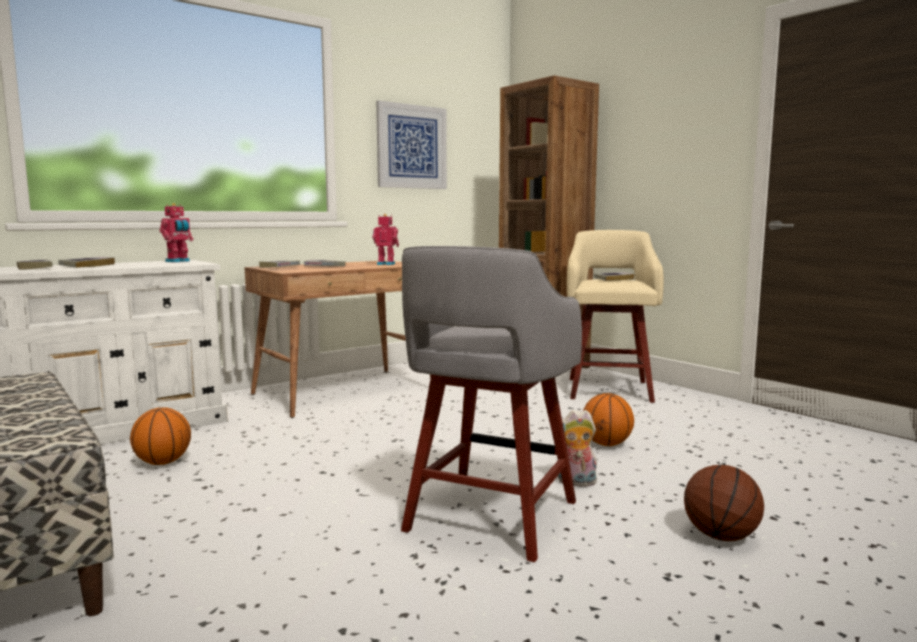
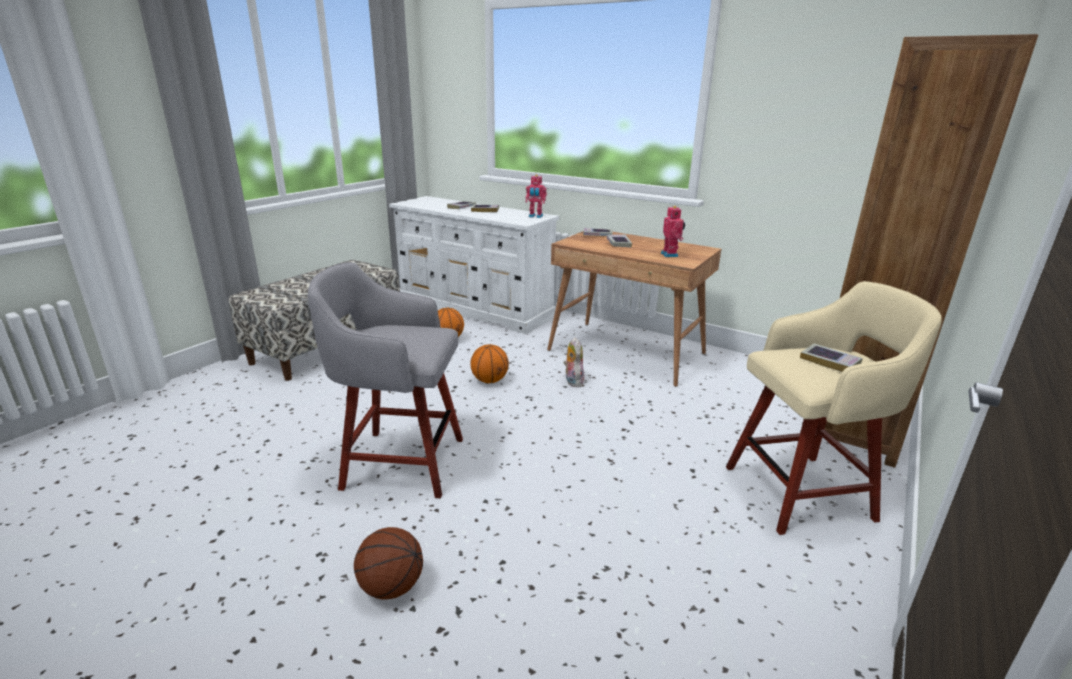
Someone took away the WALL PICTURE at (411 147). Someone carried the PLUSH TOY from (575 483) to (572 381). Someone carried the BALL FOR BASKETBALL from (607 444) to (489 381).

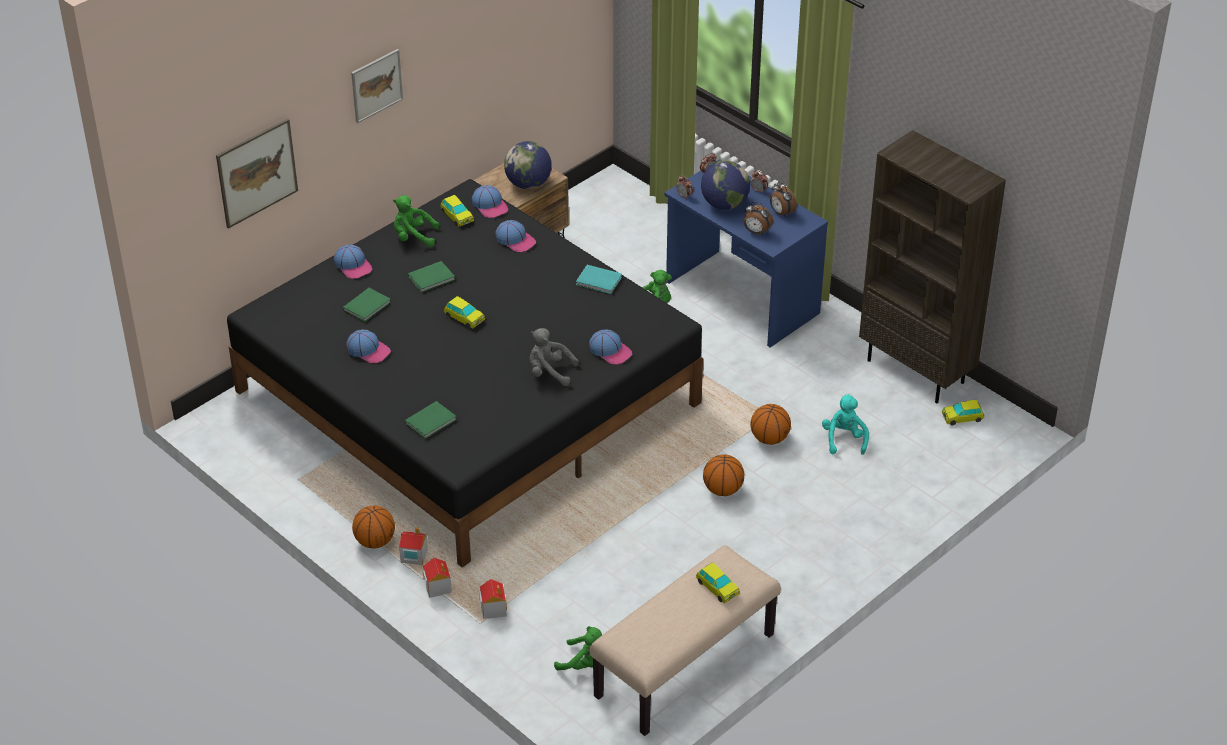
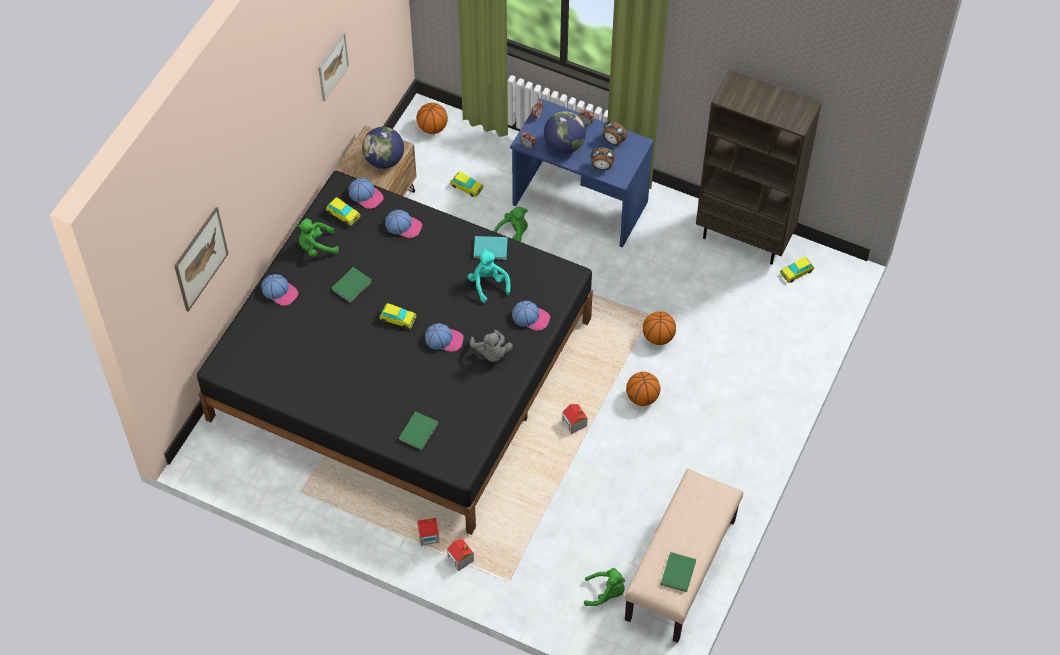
Someone carried the GREEN-COLOURED BOOK from (368 306) to (679 572). Someone carried the BASEBALL CAP from (368 350) to (444 339). Someone carried the WALL PICTURE from (376 85) to (332 66). Someone carried the BALL FOR BASKETBALL from (375 541) to (432 128). Someone carried the MODEL HOUSE from (493 608) to (574 423). Someone rotated the GREYISH PLUSH TOY at (549 372) by 105 degrees counterclockwise. Someone carried the MODEL CAR from (717 588) to (467 187). Someone carried the BLUE-GREEN PLUSH TOY from (844 439) to (488 284).

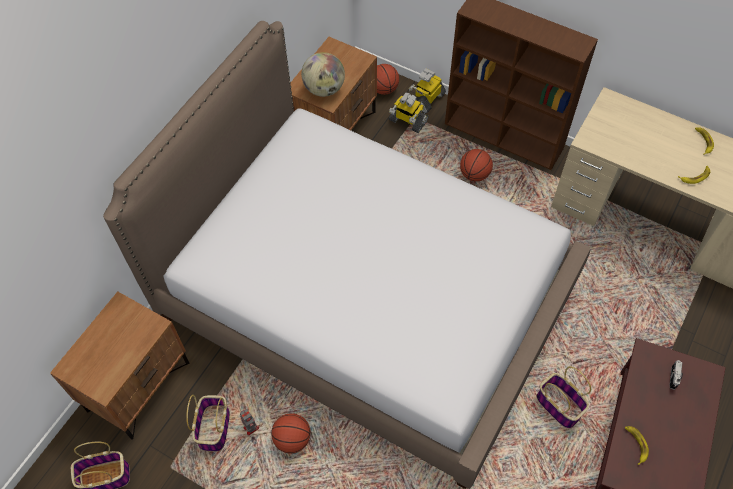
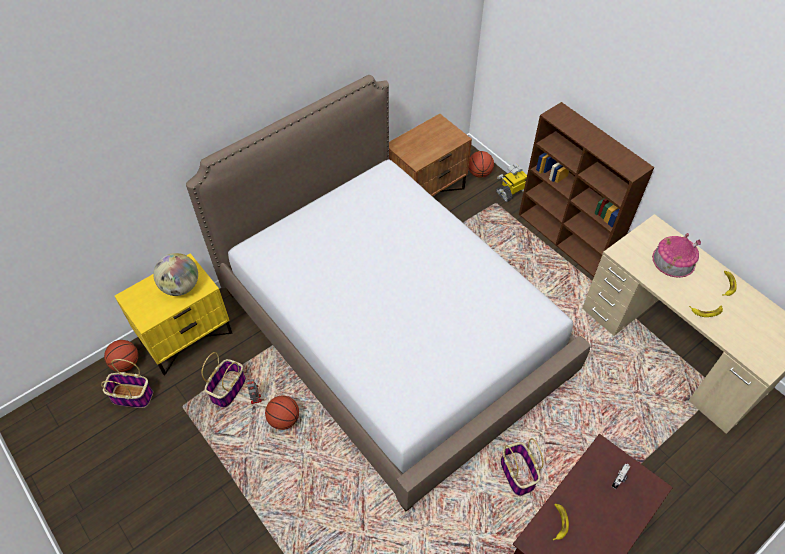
Someone repainted the BROWN NIGHTSTAND at (138 385), which became the YELLOWISH NIGHTSTAND at (187 337). Someone carried the WORLD GLOBE from (324 89) to (181 287). Someone took away the TOY ROBOT at (407 121). Someone carried the BALL FOR BASKETBALL from (474 174) to (126 363). Someone put down the MODEL HOUSE at (673 260).

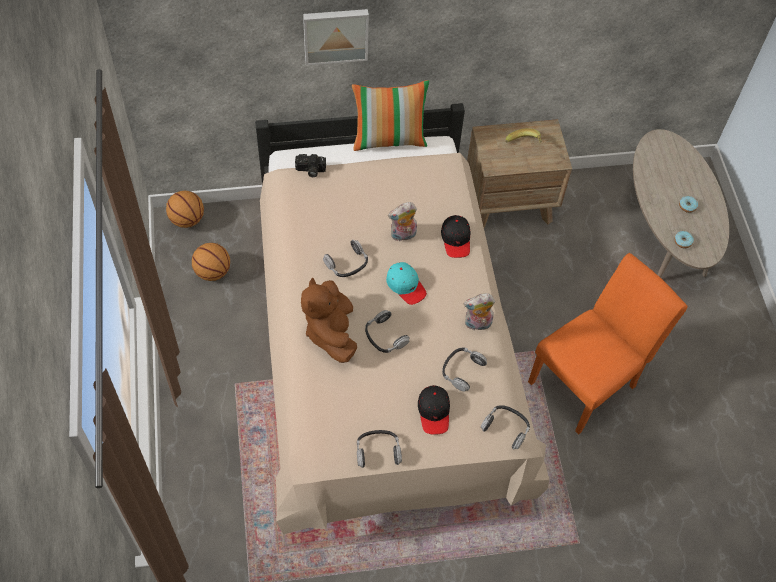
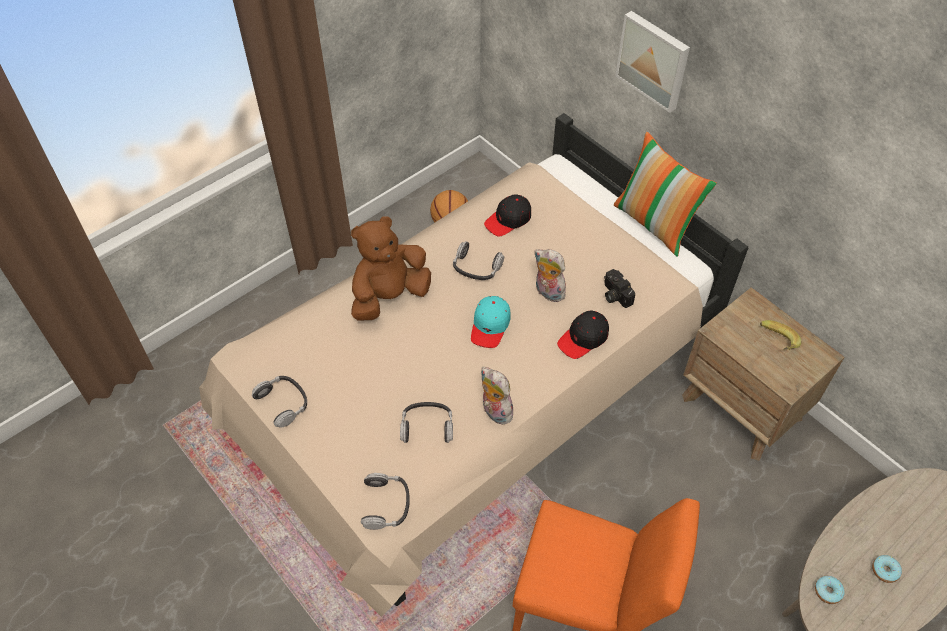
Someone took away the BALL FOR BASKETBALL at (187 219). Someone carried the STILL CAMERA from (310 170) to (614 295). Someone took away the PAIR OF HEADPHONES at (385 336). Someone carried the BLACK-COLOURED BASEBALL CAP from (434 412) to (508 220).

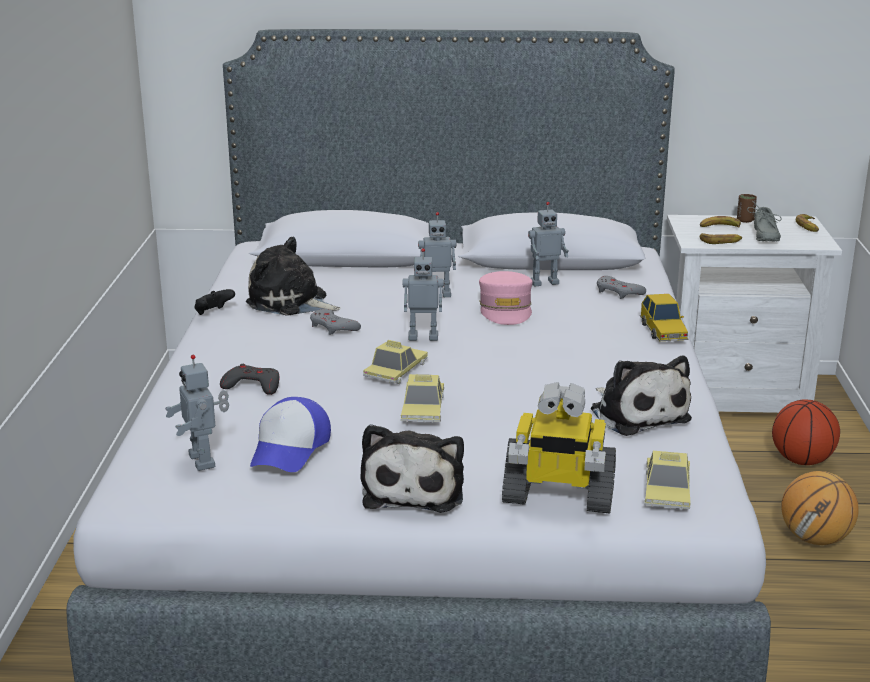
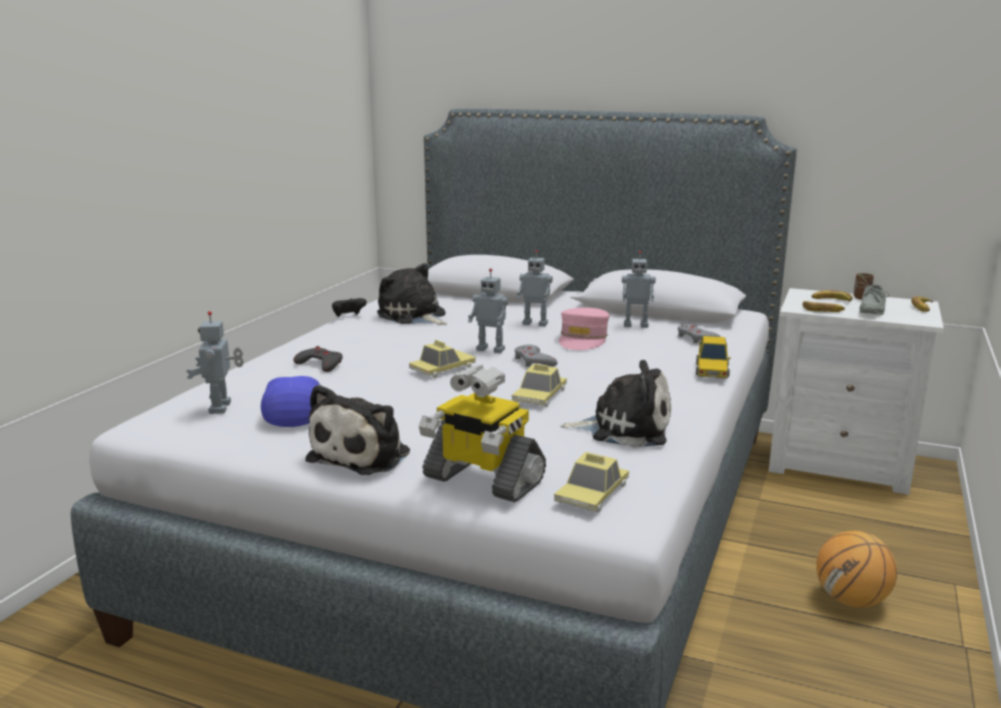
Someone rotated the BASEBALL CAP at (290 449) by 135 degrees clockwise. Someone carried the GREYISH GAME CONTROLLER from (333 327) to (534 361). Someone carried the MODEL CAR from (422 408) to (539 396). Someone rotated the PLUSH TOY at (637 413) by 75 degrees counterclockwise. Someone took away the BALL FOR BASKETBALL at (801 461).

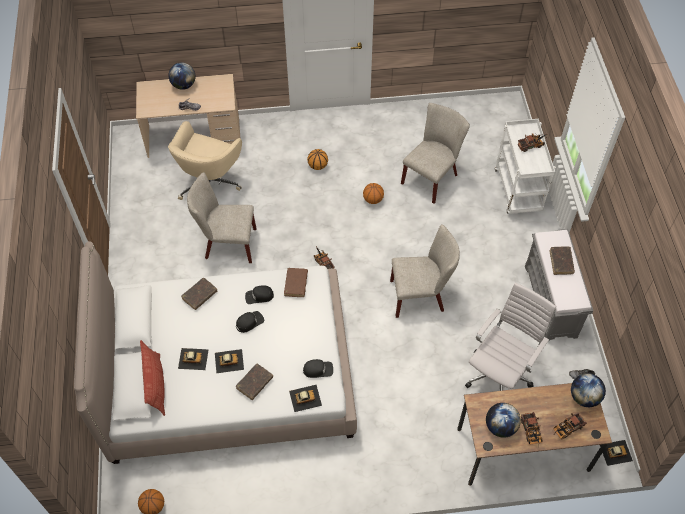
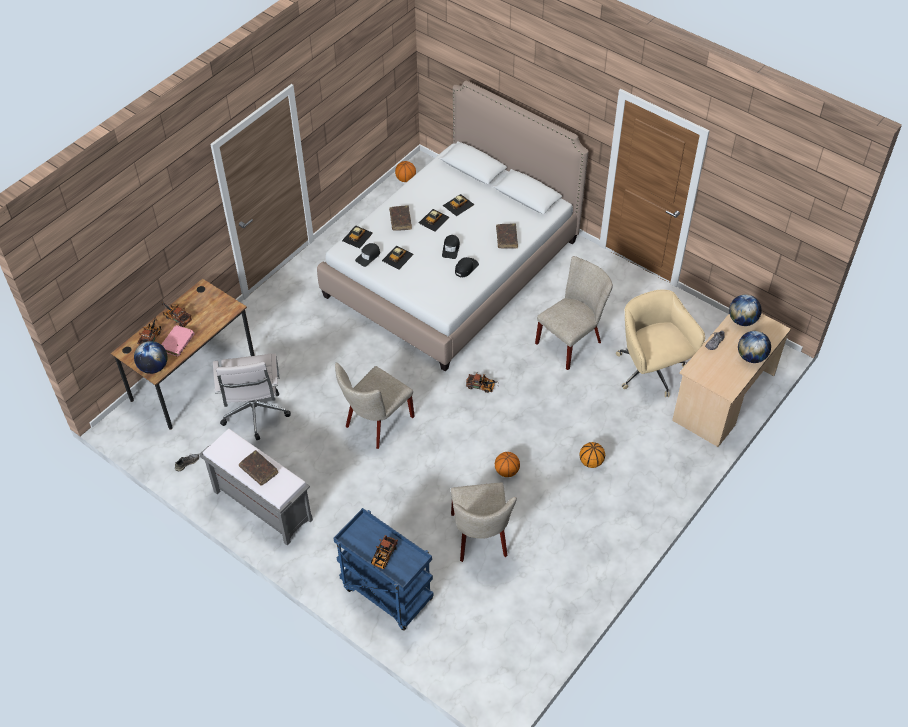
Someone took away the PILLOW at (156 385). Someone took away the BROWN BOOK at (296 284). Someone carried the WORLD GLOBE from (500 426) to (742 320). Someone repainted the WHITE-COLOURED CART at (518 191), which became the BLUE CART at (385 593). Someone carried the MODEL CAR from (615 452) to (398 257). Someone put down the PINK BOOK at (177 343).

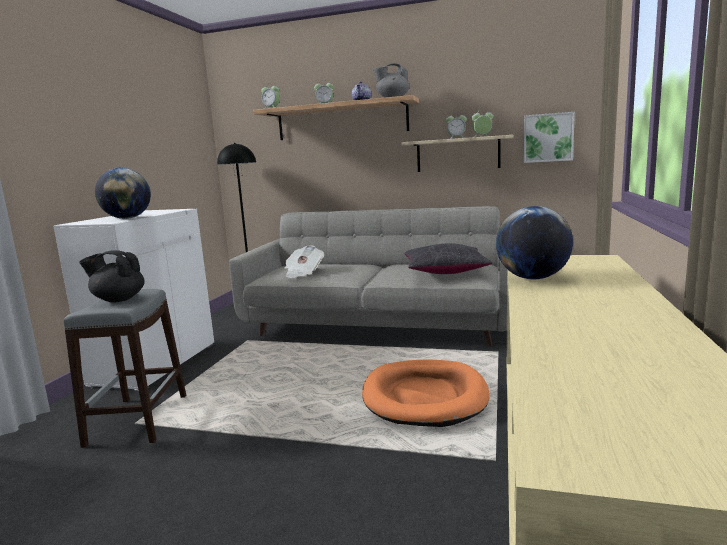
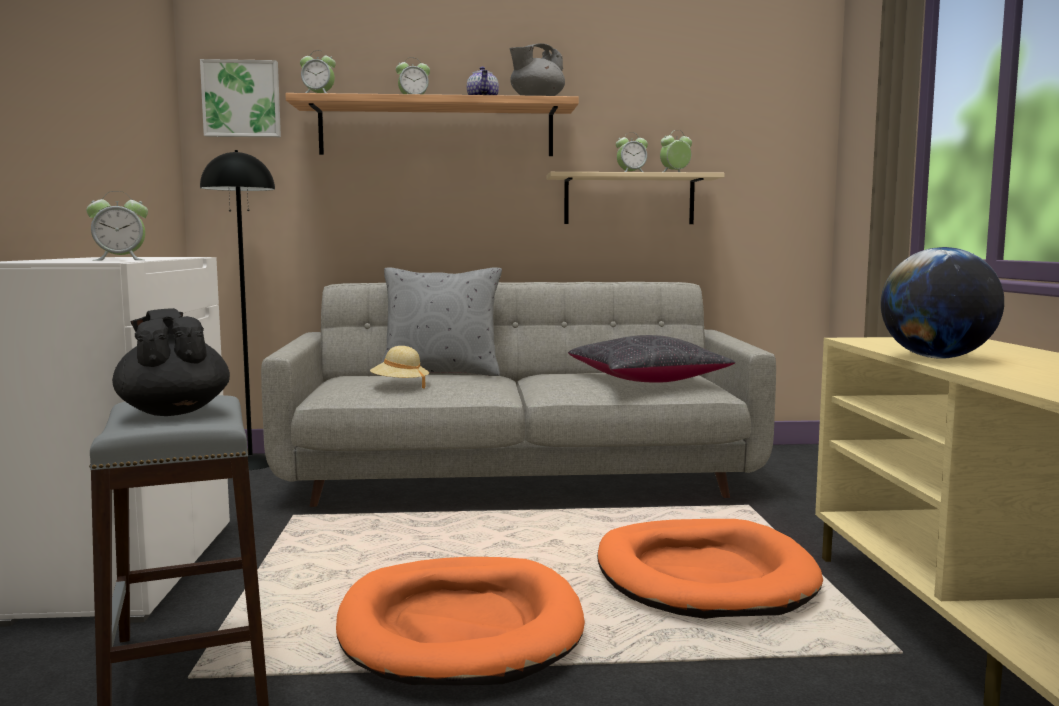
Someone rotated the BLACK-COLOURED TEA POT at (118 299) by 75 degrees clockwise. Someone swapped the WORLD GLOBE at (127 218) for the ALARM CLOCK at (120 260). Someone swapped the NEWSPAPER at (303 273) for the BEIGE-COLOURED CLOTHING HAT at (400 386). Someone carried the WALL PICTURE from (548 138) to (242 99). Someone put down the ORANGE-COLOURED DOG BED at (460 628). Someone put down the GREYISH PILLOW at (441 372).

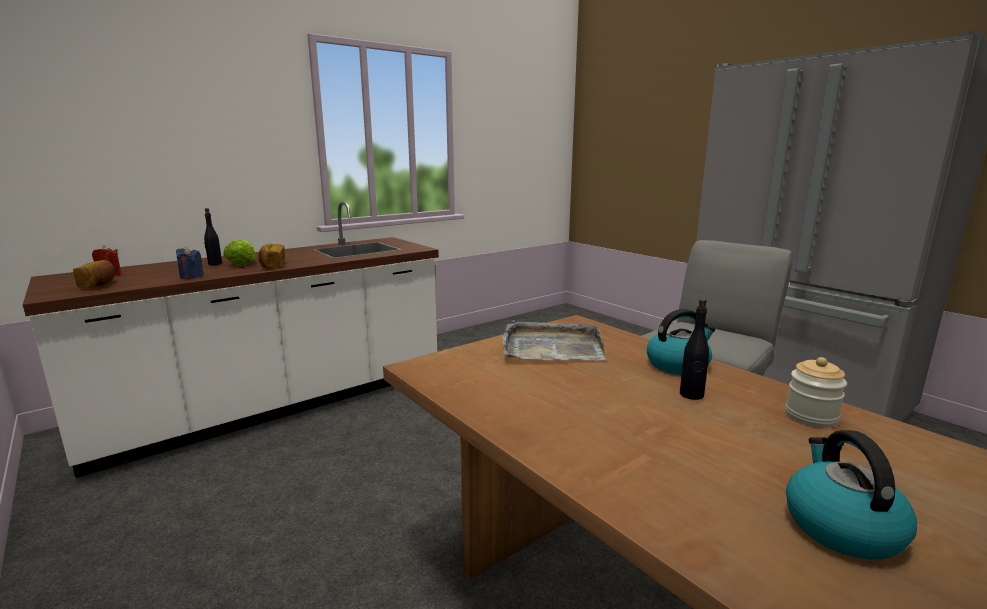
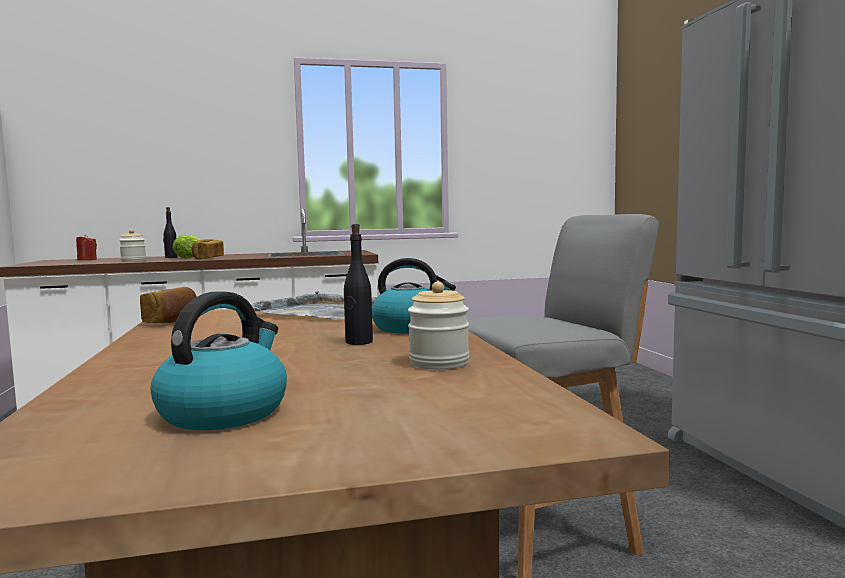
Someone carried the BAKERY BREAD from (99 285) to (172 321). Someone swapped the BLUE CANDLE at (191 276) for the PRESERVE JAR at (133 261).

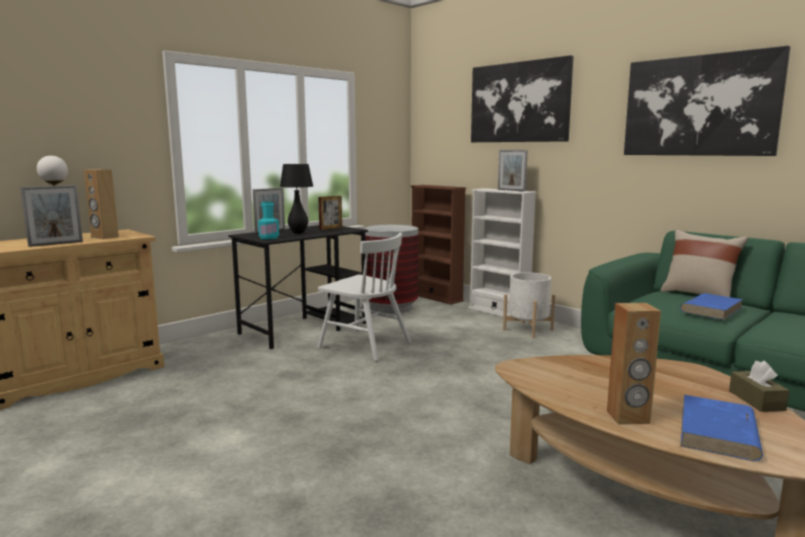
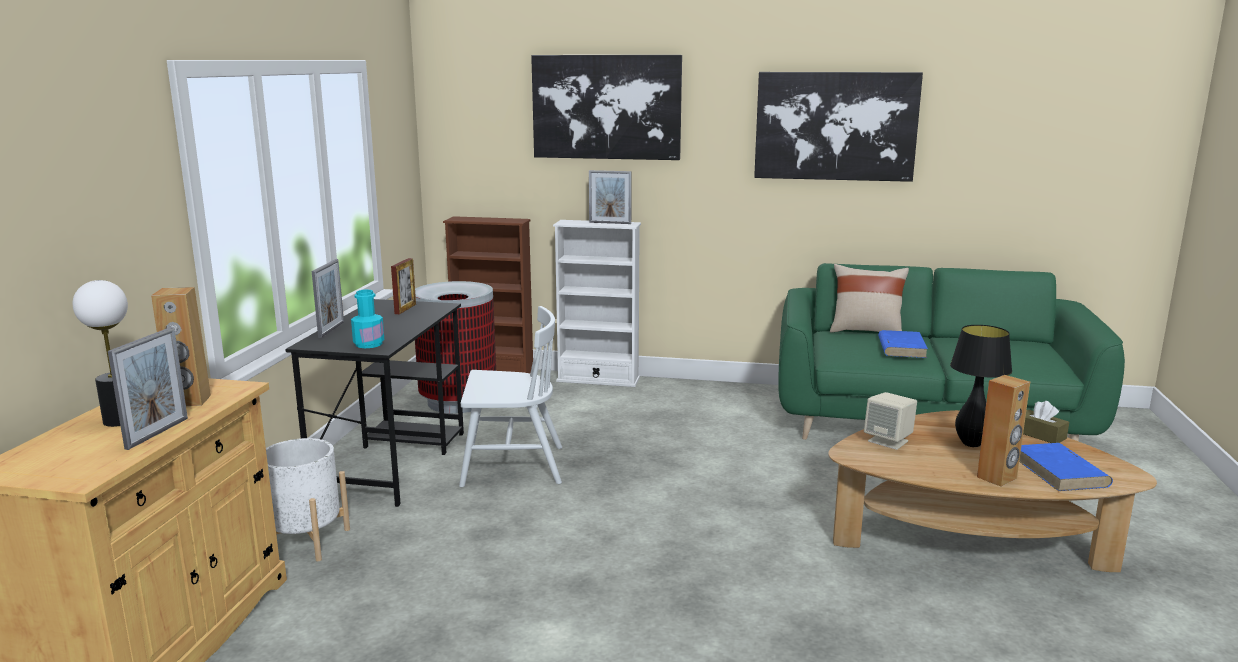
Someone carried the BLACK-COLOURED LAMP FOR A TABLE from (298 233) to (971 444). Someone carried the WHITE-COLOURED FLOWER POT from (528 330) to (305 541). Someone put down the BEIGE-COLOURED AUDIO SPEAKER at (888 441).

